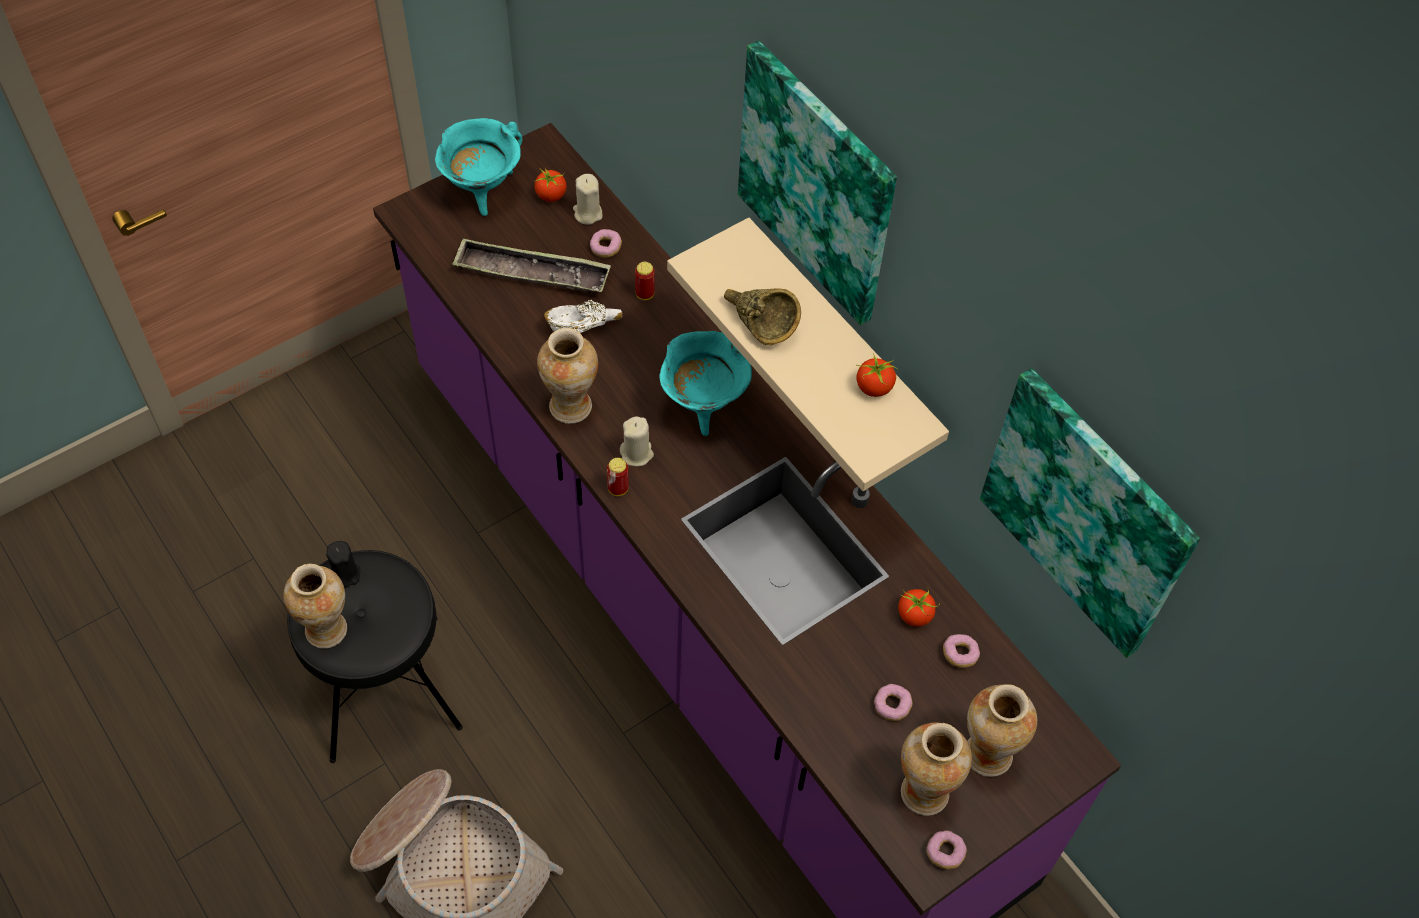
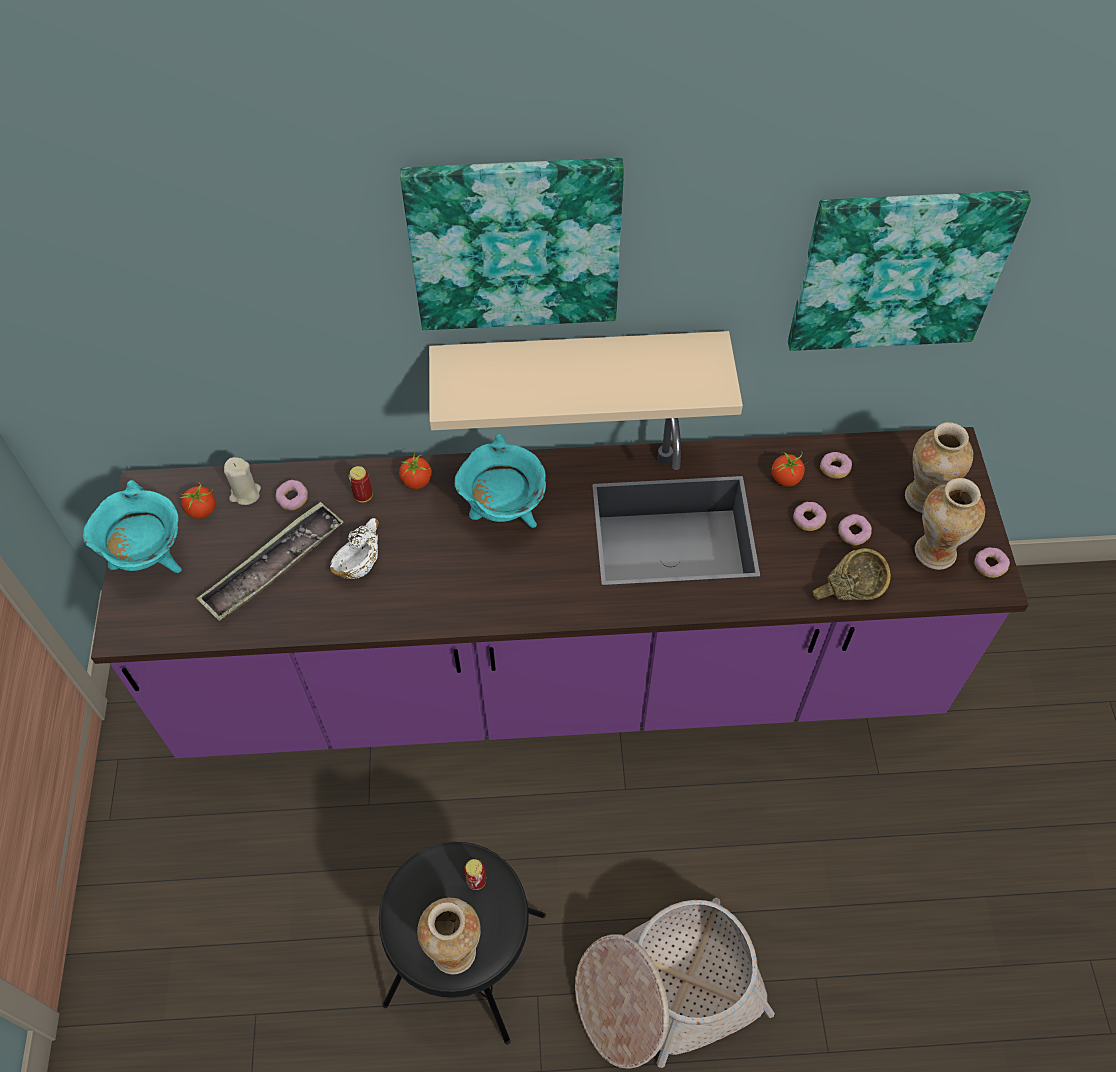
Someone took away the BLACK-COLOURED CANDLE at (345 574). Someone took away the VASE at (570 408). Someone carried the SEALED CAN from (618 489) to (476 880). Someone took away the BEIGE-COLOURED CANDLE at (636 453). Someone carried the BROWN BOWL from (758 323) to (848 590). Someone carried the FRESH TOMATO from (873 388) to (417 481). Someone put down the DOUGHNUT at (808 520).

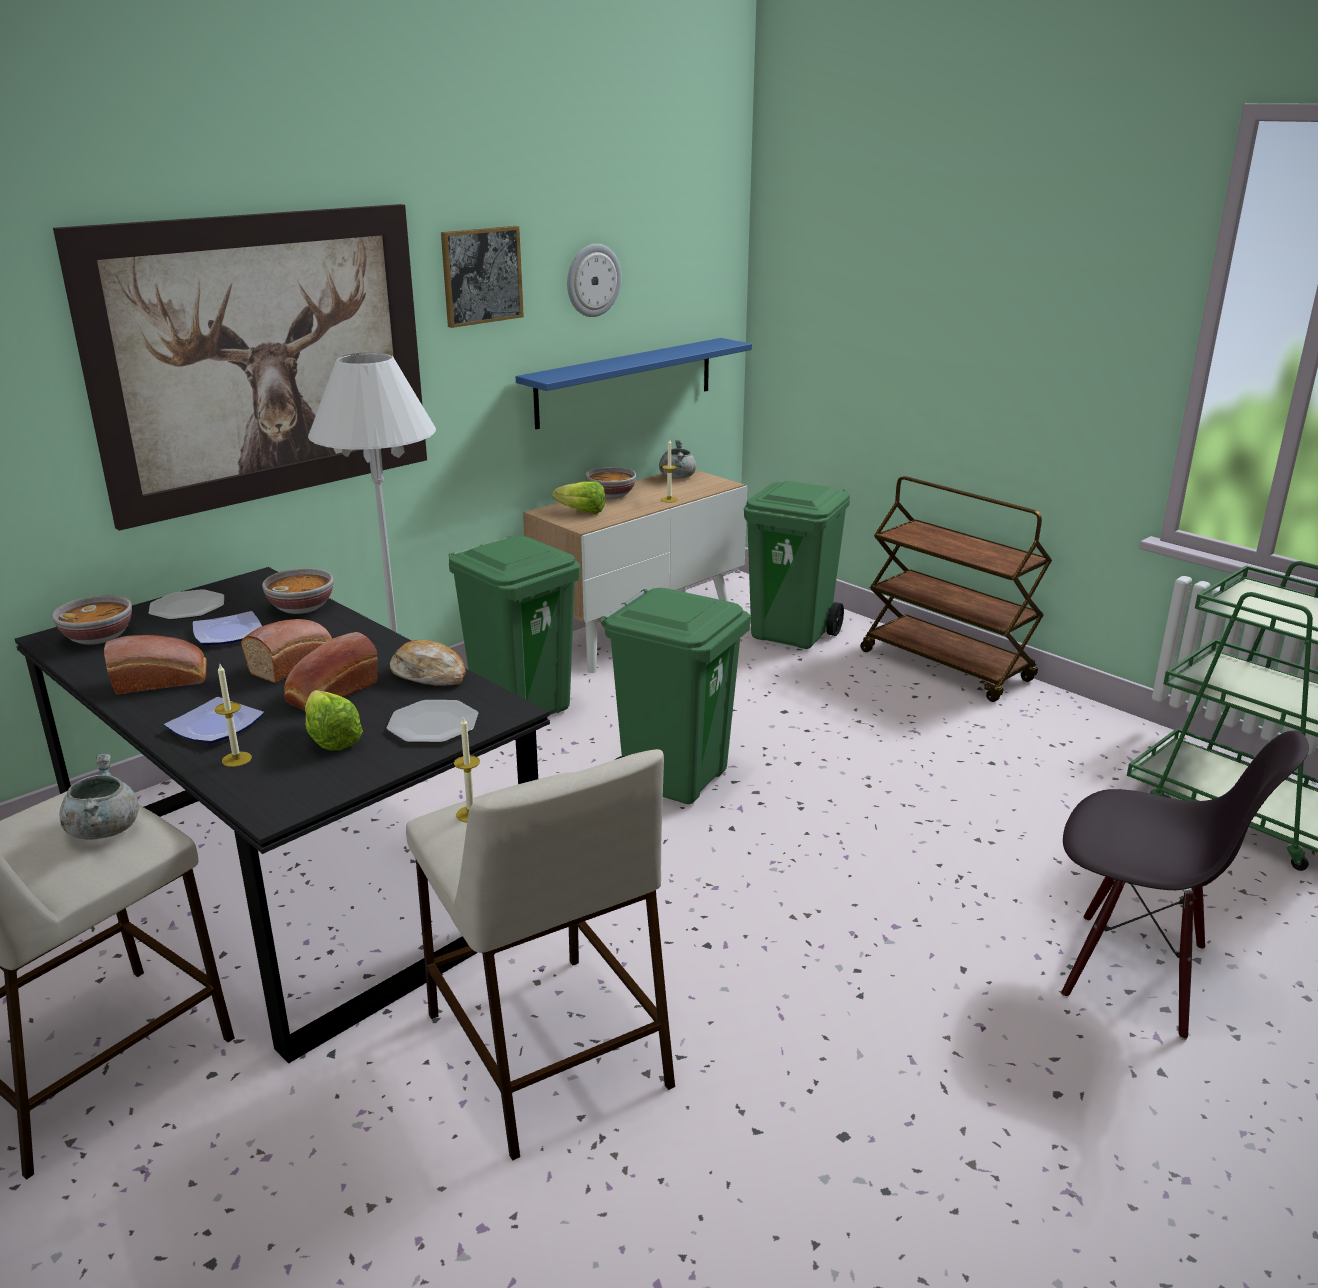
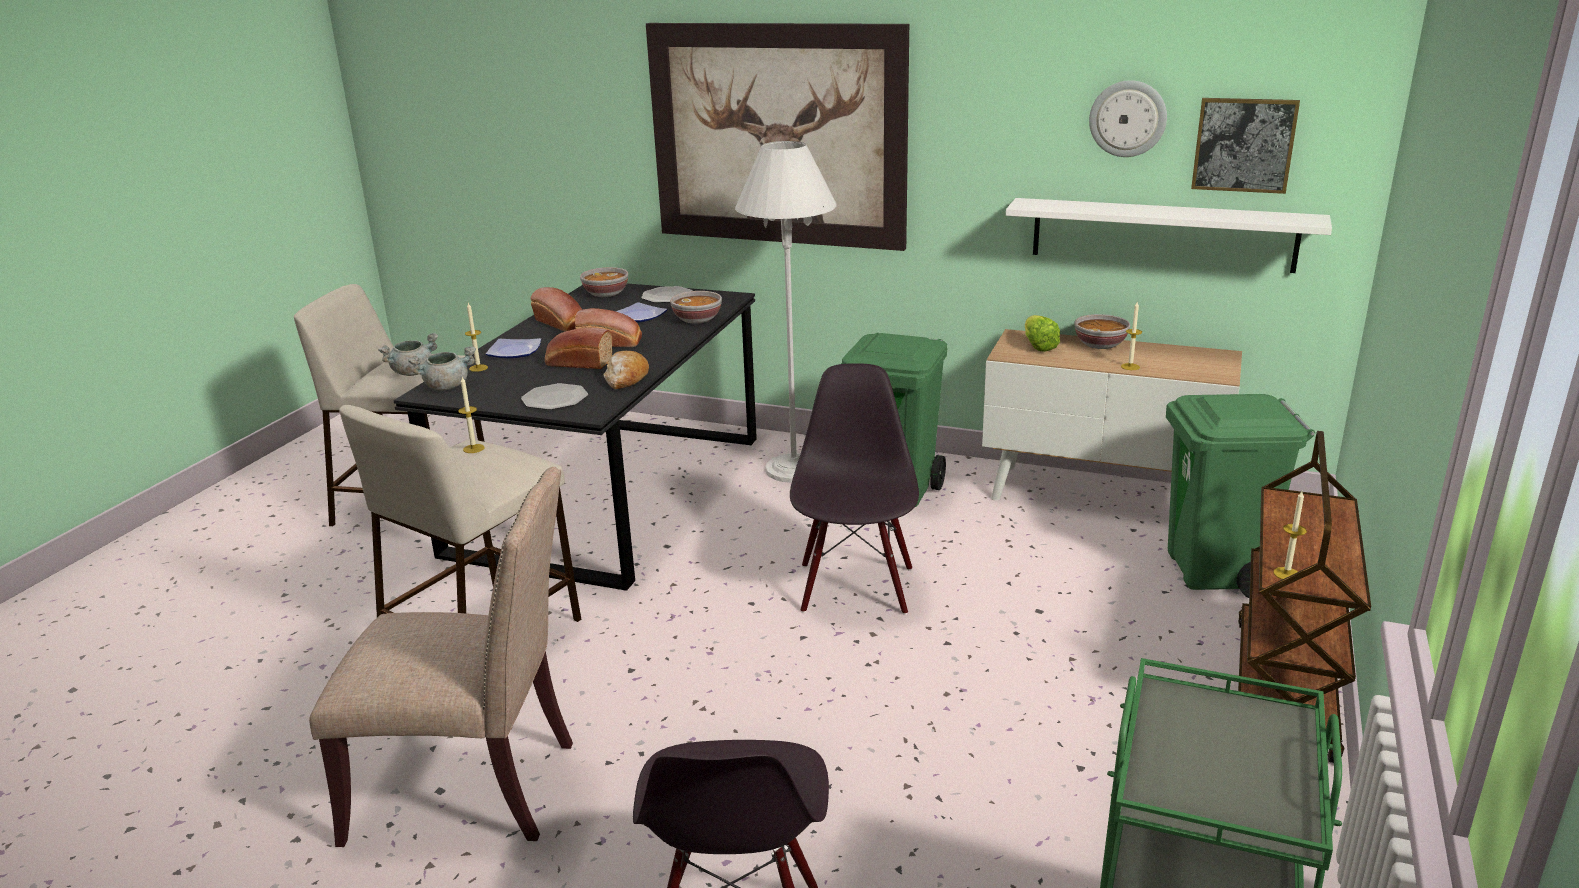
Someone took away the HEAD OF LETTUCE at (331 736). Someone carried the WALL PICTURE from (481 275) to (1244 145). Someone repainted the BLUE WALL SHELF at (625 382), which became the WHITE-COLOURED WALL SHELF at (1162 234). Someone swapped the GREEN-COLOURED RUBBISH BIN at (674 779) for the BLACK-COLOURED UPRIGHT CHAIR at (855 588). Someone carried the GREYISH SAUCEPOT from (677 476) to (447 386). Someone put down the BEIGE-COLOURED UPRIGHT CHAIR at (474 787). Someone put down the CANDLE at (1286 574).

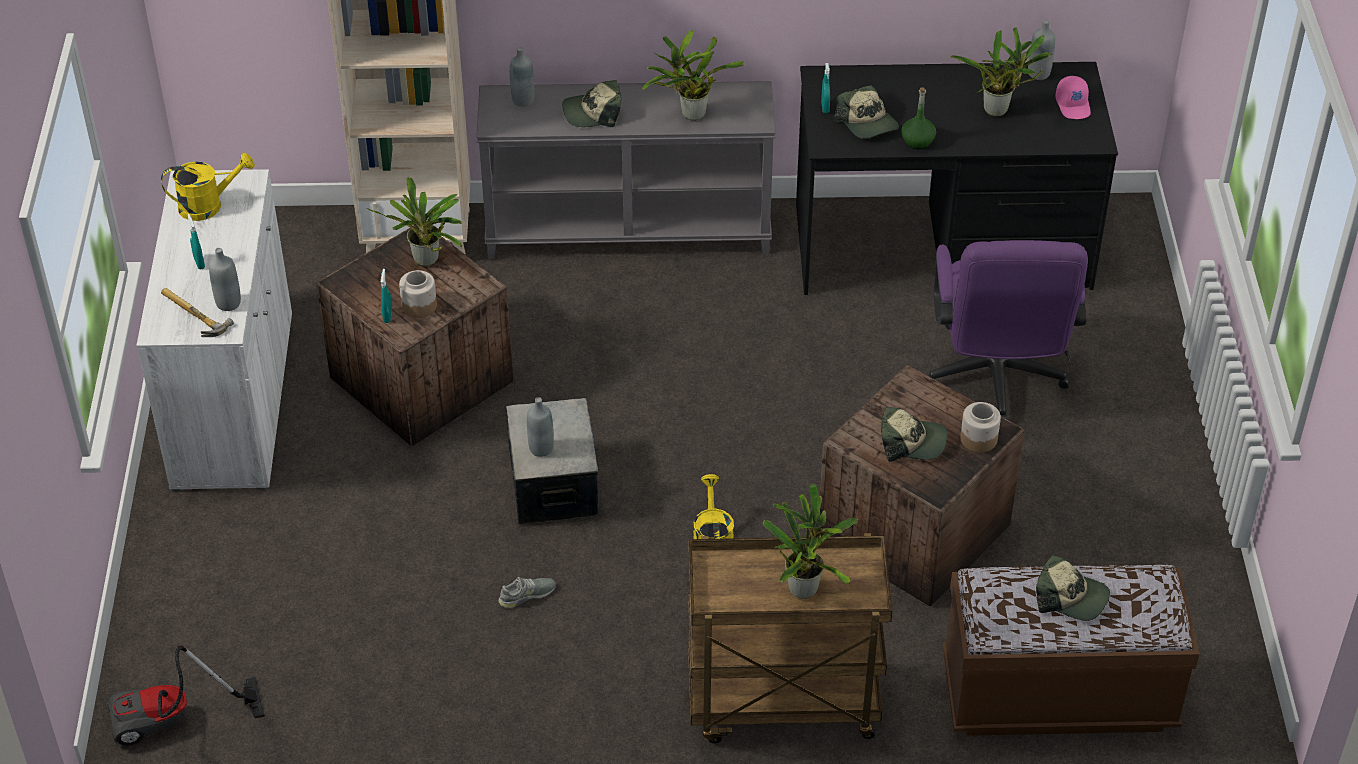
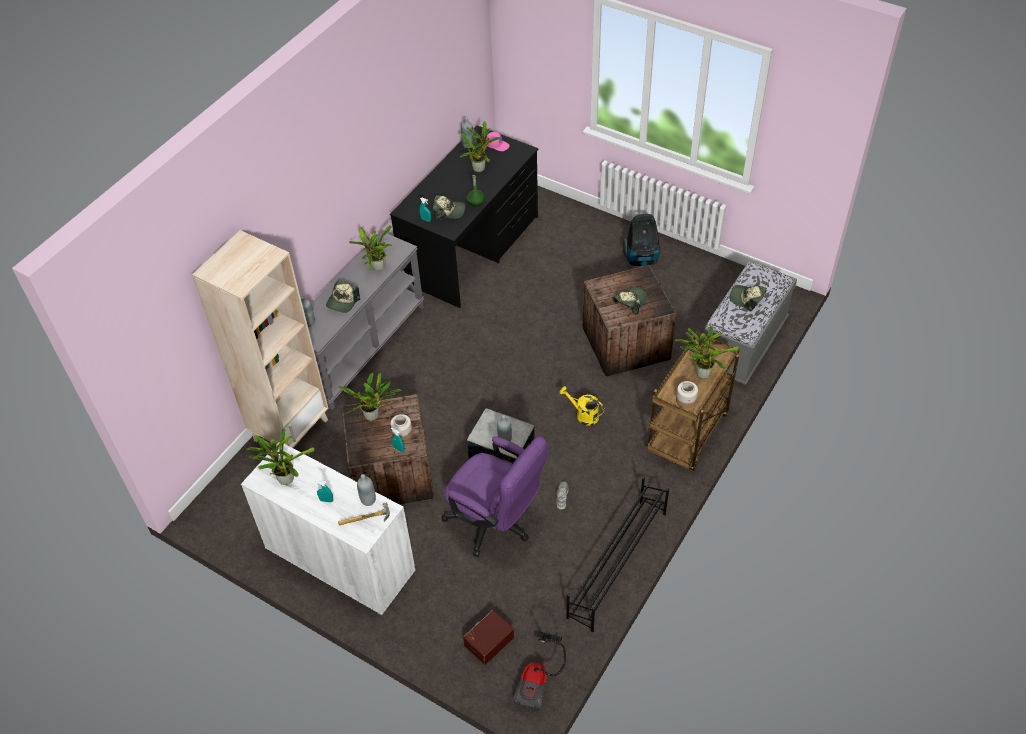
Someone swapped the YELLOWISH WATERING CAN at (208 205) for the HOUSEPLANT at (284 478). Someone carried the PURPLE COMPUTER CHAIR from (995 381) to (496 524). Someone repainted the BROWN INDOOR BENCH at (1058 695), which became the GREYISH INDOOR BENCH at (743 345). Someone carried the PRESERVE JAR from (978 439) to (686 400). Someone rotated the BASEBALL CAP at (1071 597) by 120 degrees counterclockwise. Someone put down the BROWN STORAGE CONTAINER at (488 640). Someone put down the BLACK-COLOURED SHOE SHELF at (616 564). Someone put down the VACUUM at (641 259).

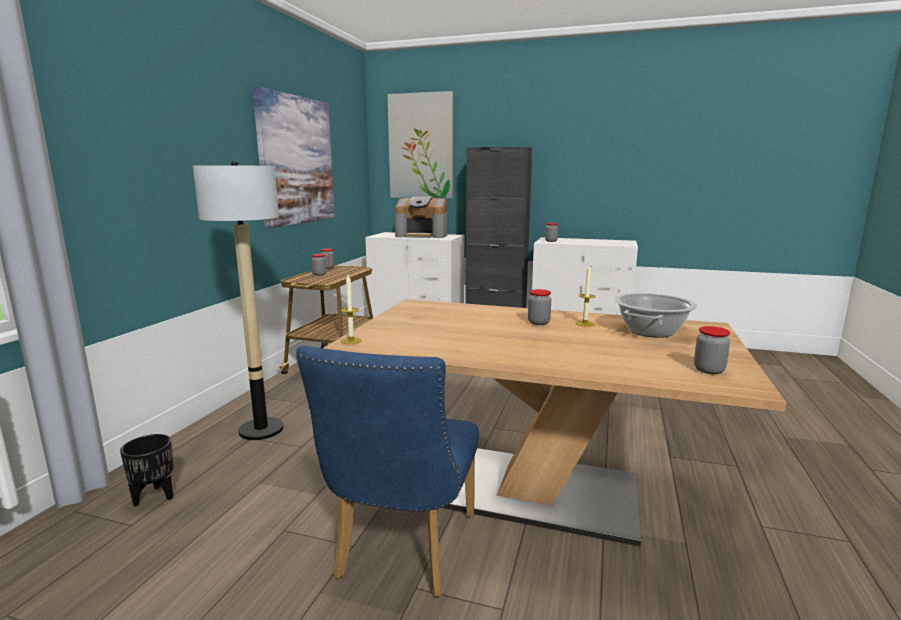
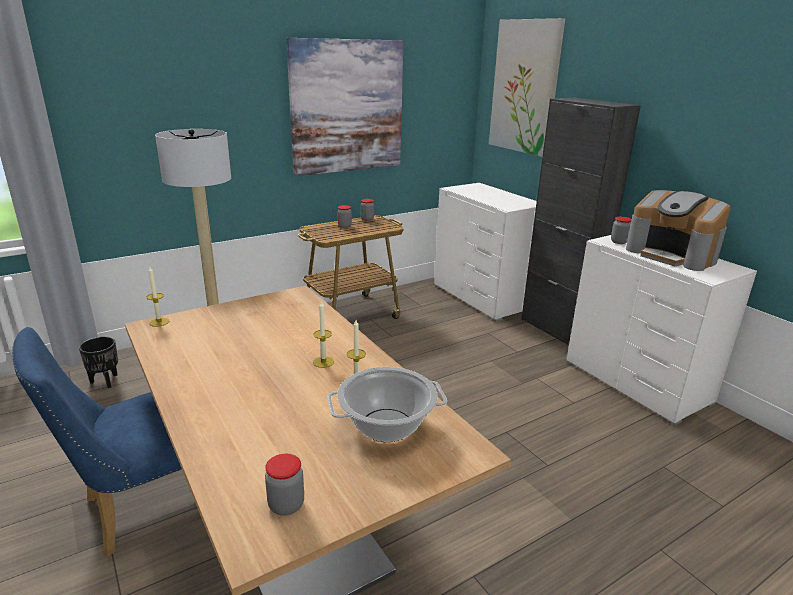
Someone carried the COFFEE MACHINE from (422 235) to (672 255). Someone swapped the PRESERVE JAR at (538 322) for the CANDLE at (323 362).

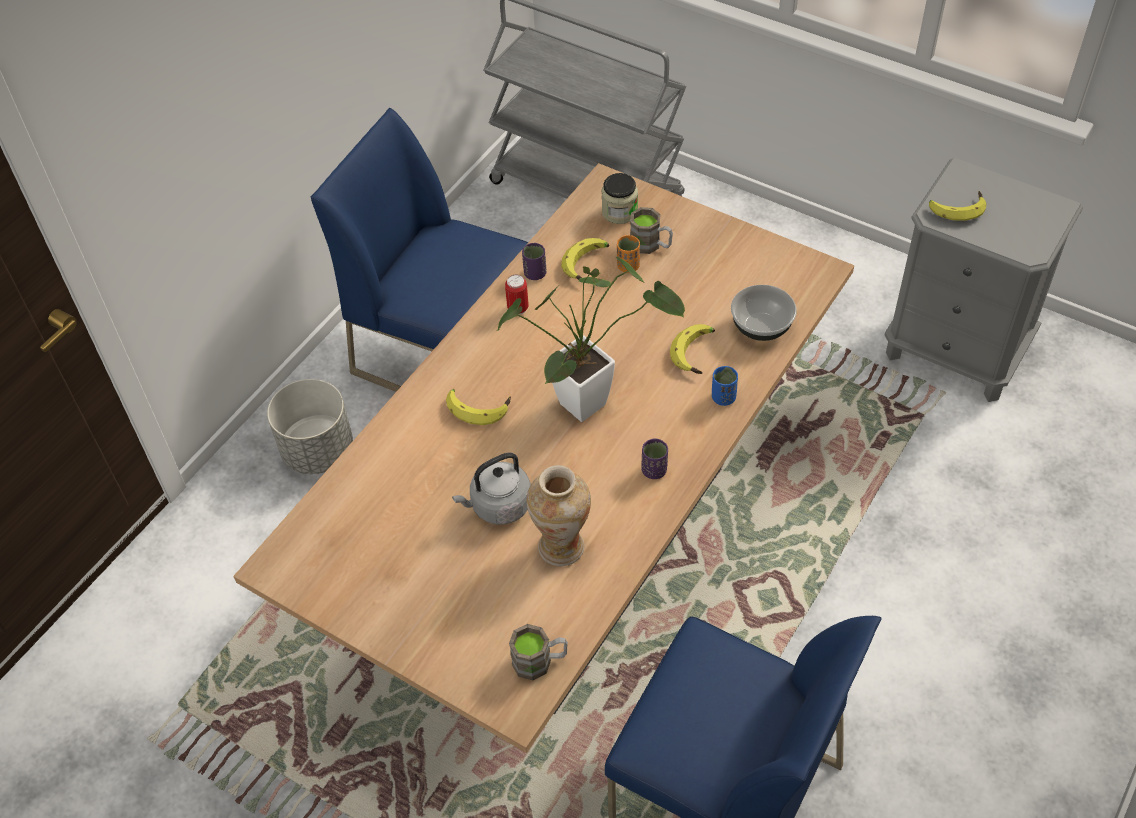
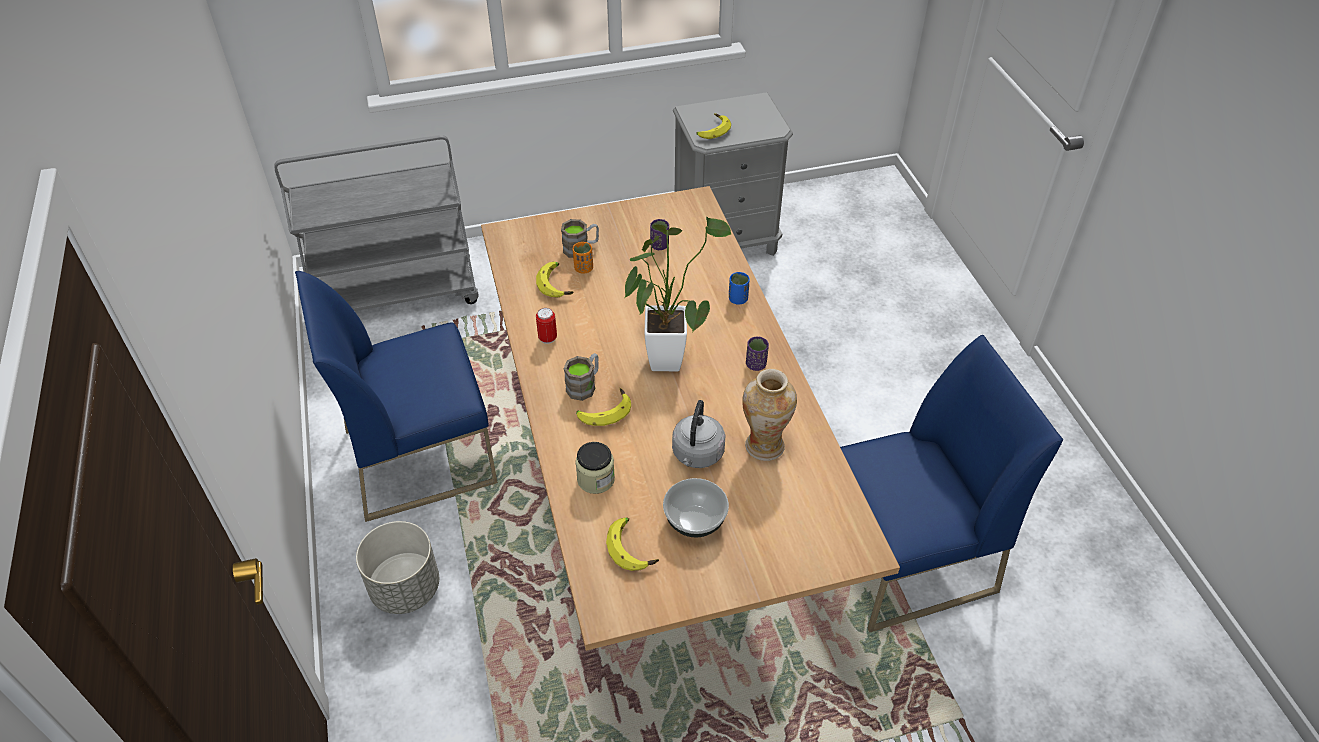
Someone carried the BROWN TEA MUG from (540 661) to (584 385). Someone carried the PURPLE SMALL CUP from (535 273) to (659 245). Someone carried the PRESERVE JAR from (619 212) to (596 479). Someone carried the BANANA from (696 353) to (632 547). Someone carried the BOWL from (762 327) to (695 520).

